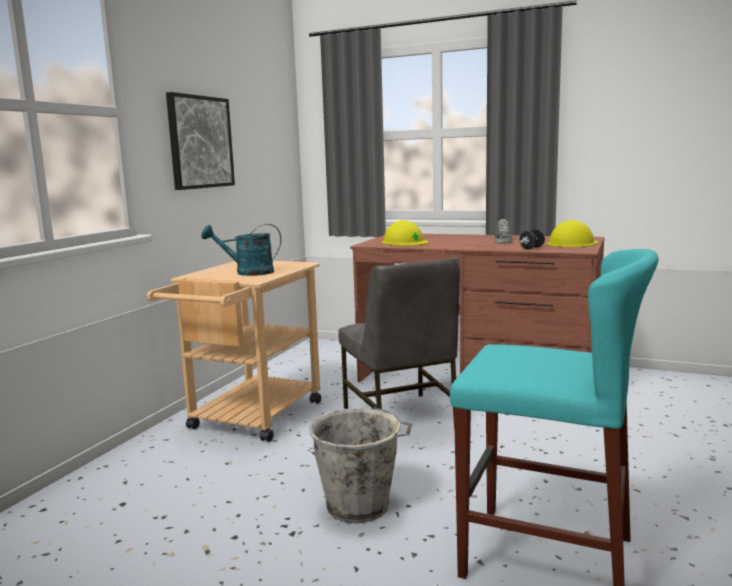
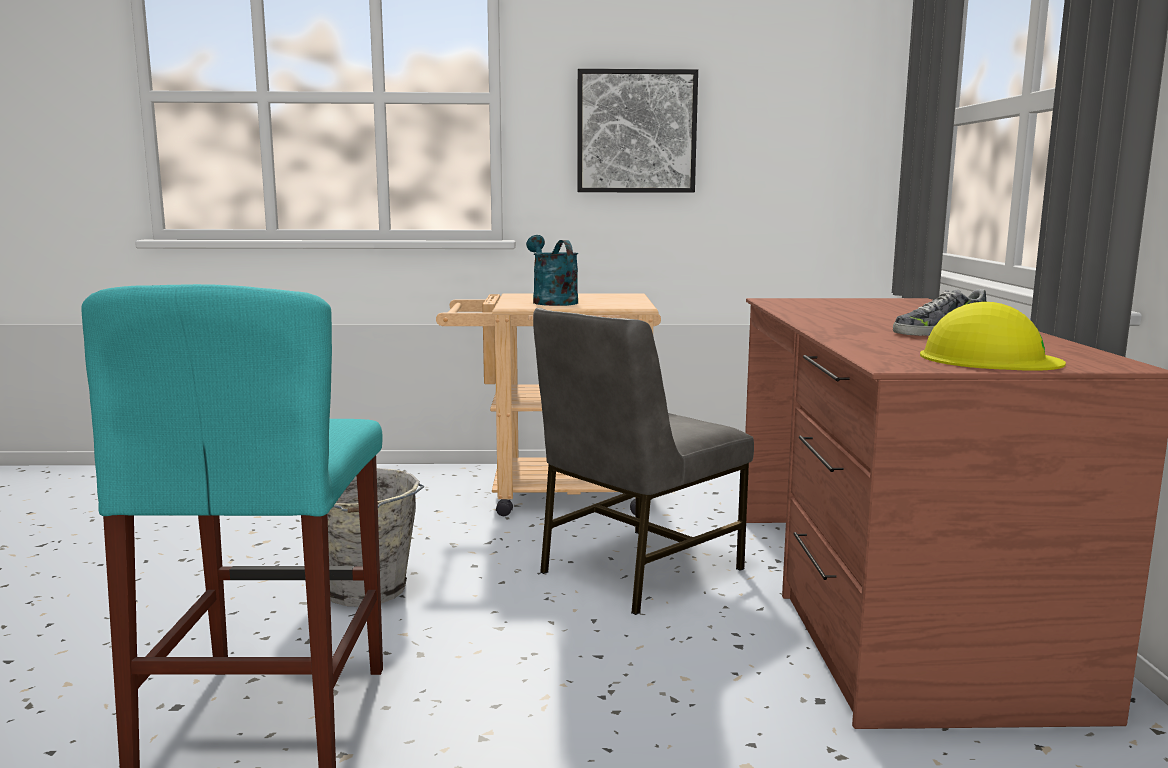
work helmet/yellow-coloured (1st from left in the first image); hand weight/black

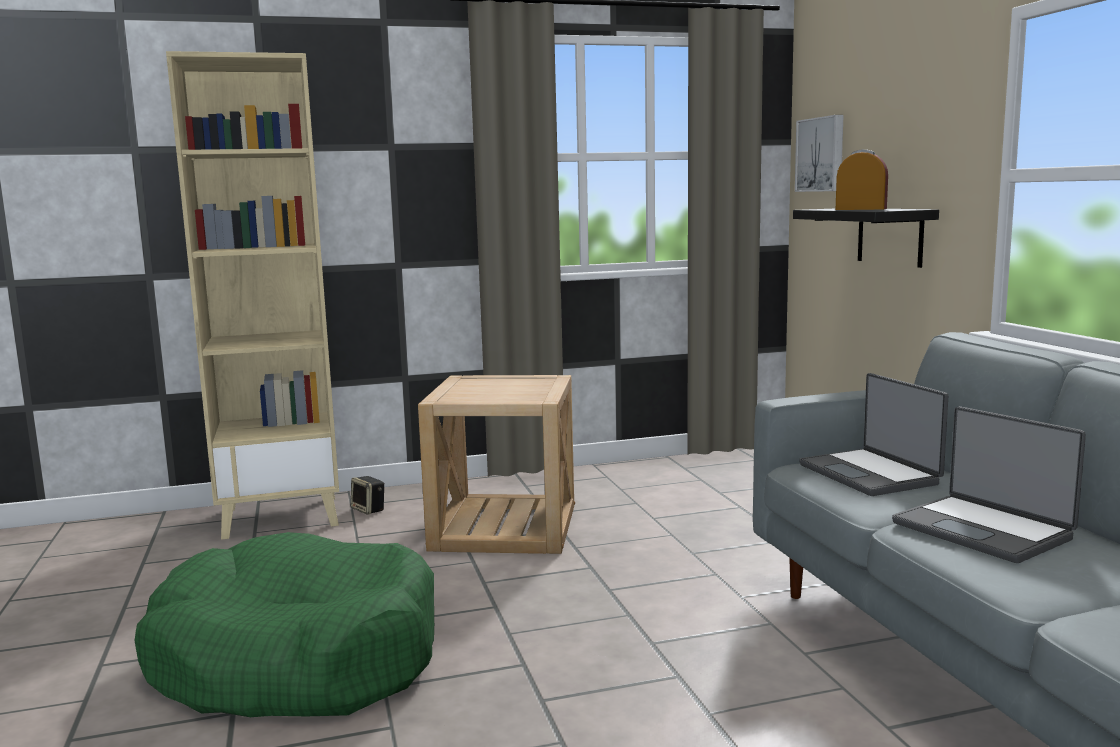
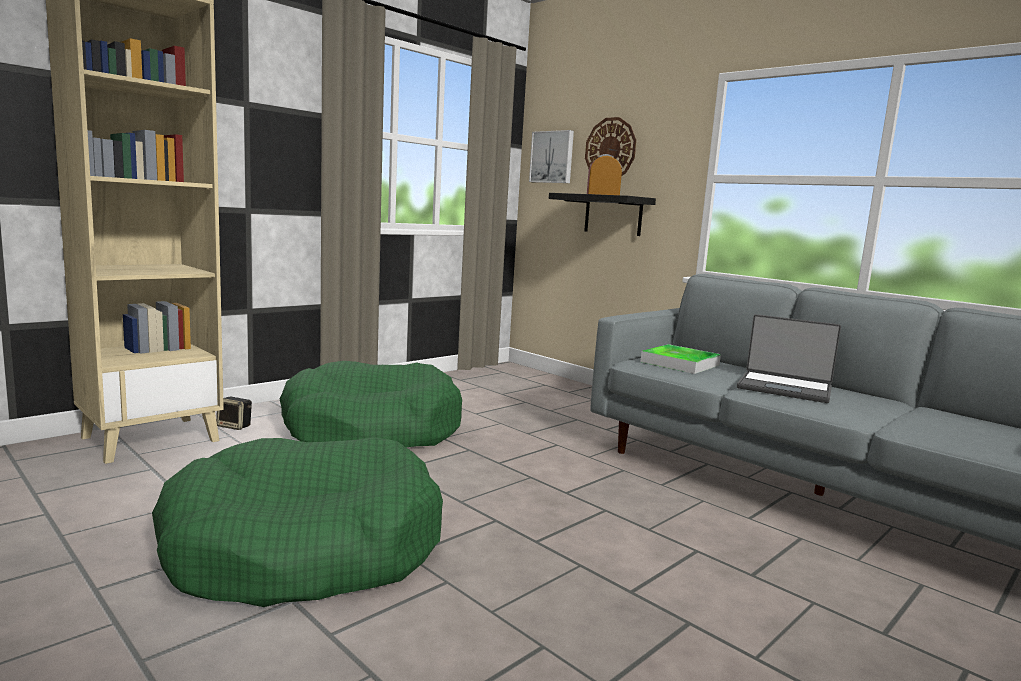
pet bed/green-coloured (2nd from left); clock on the wall; tray

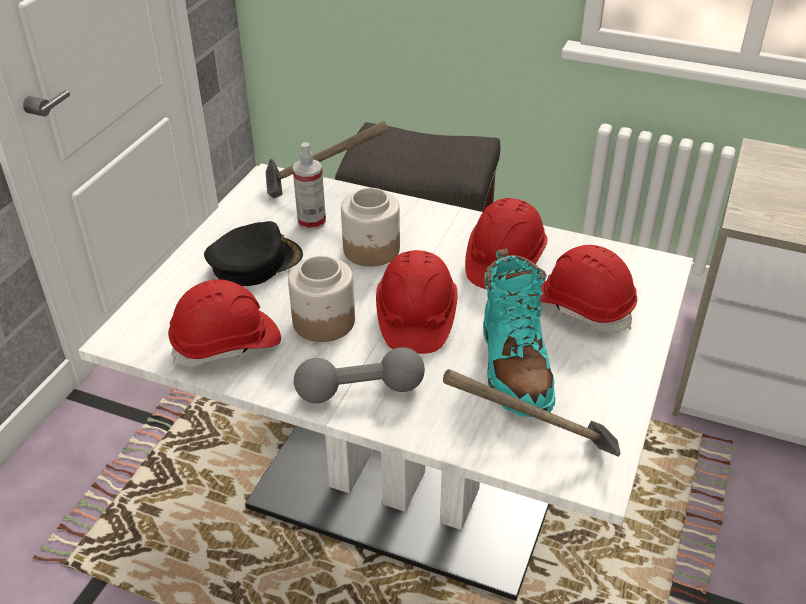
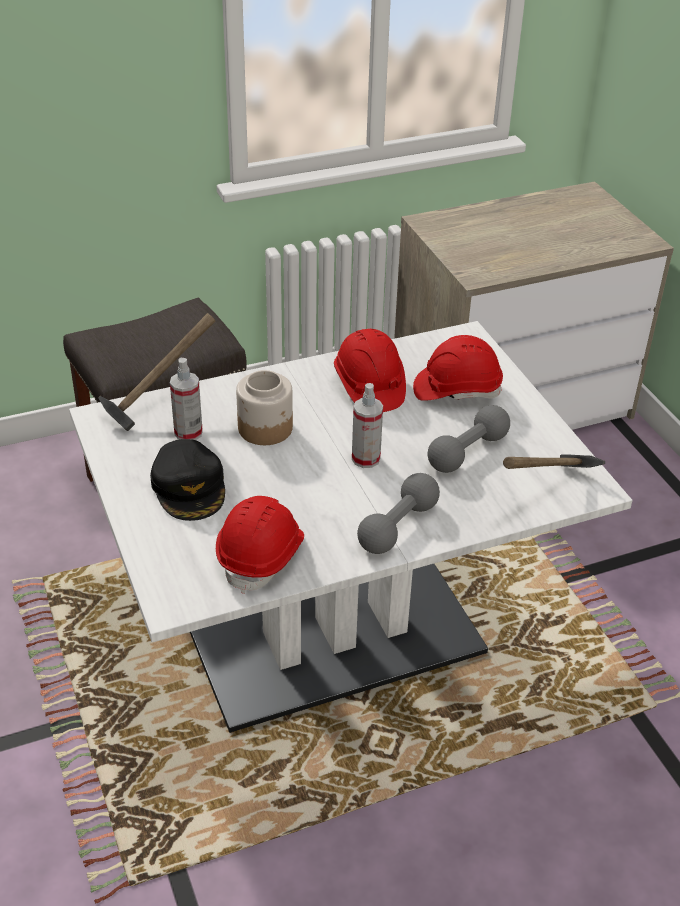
peaked cap/black; spray bottle (2nd from left); hand weight/gray (2nd from left); preserve jar (1st from left in the first image)

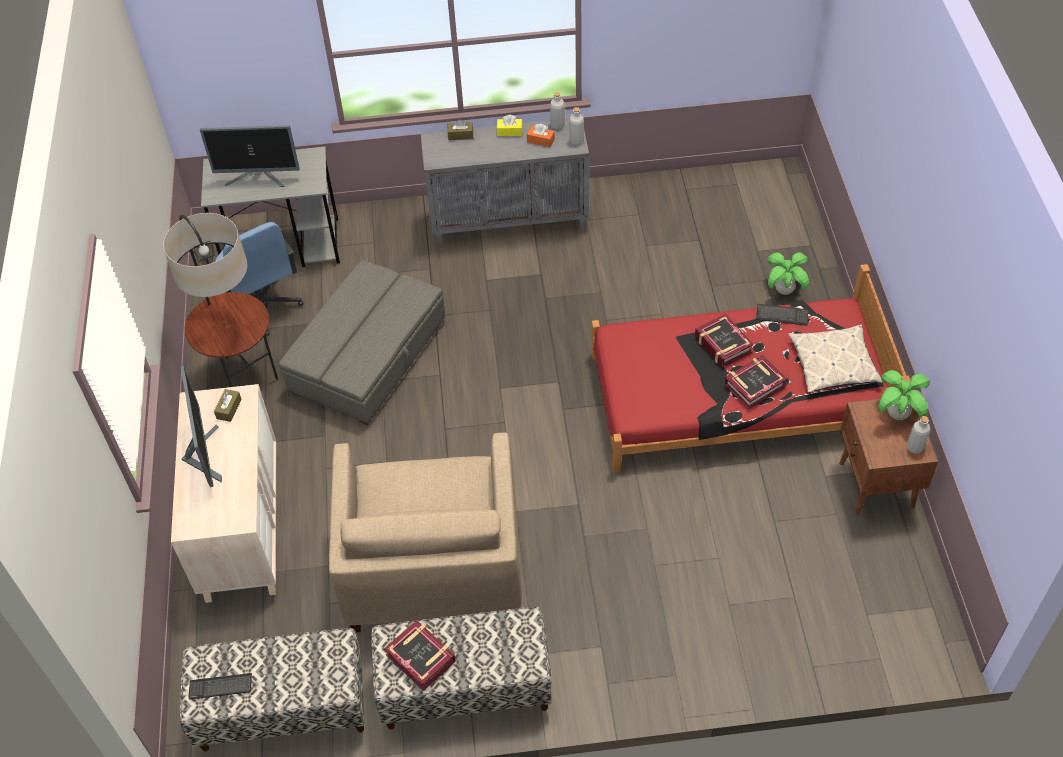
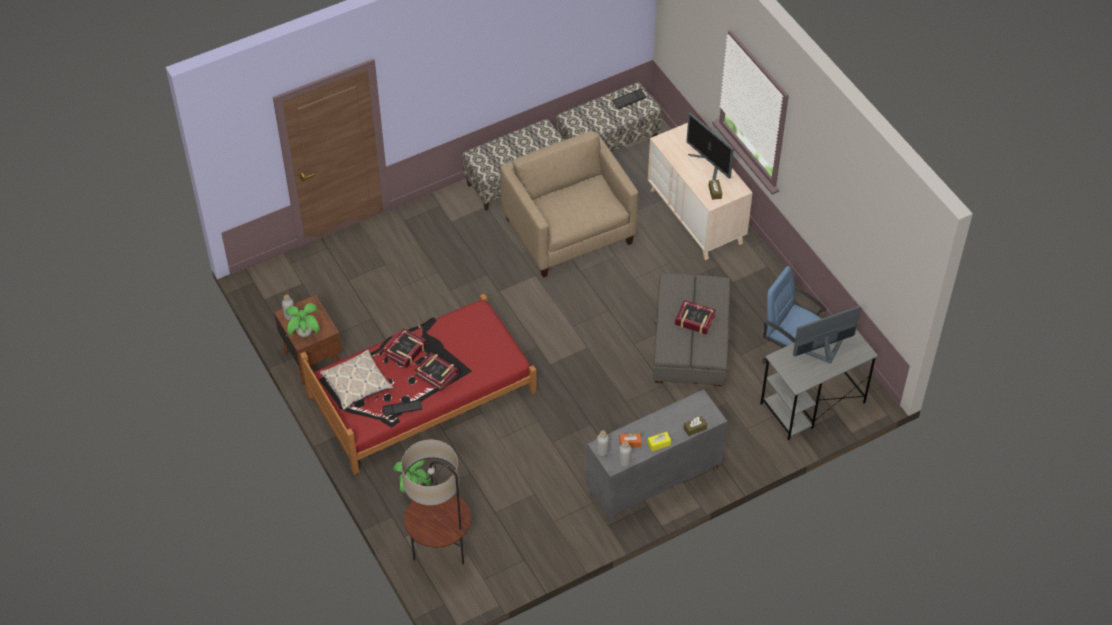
standard lamp; volume (3rd from left)

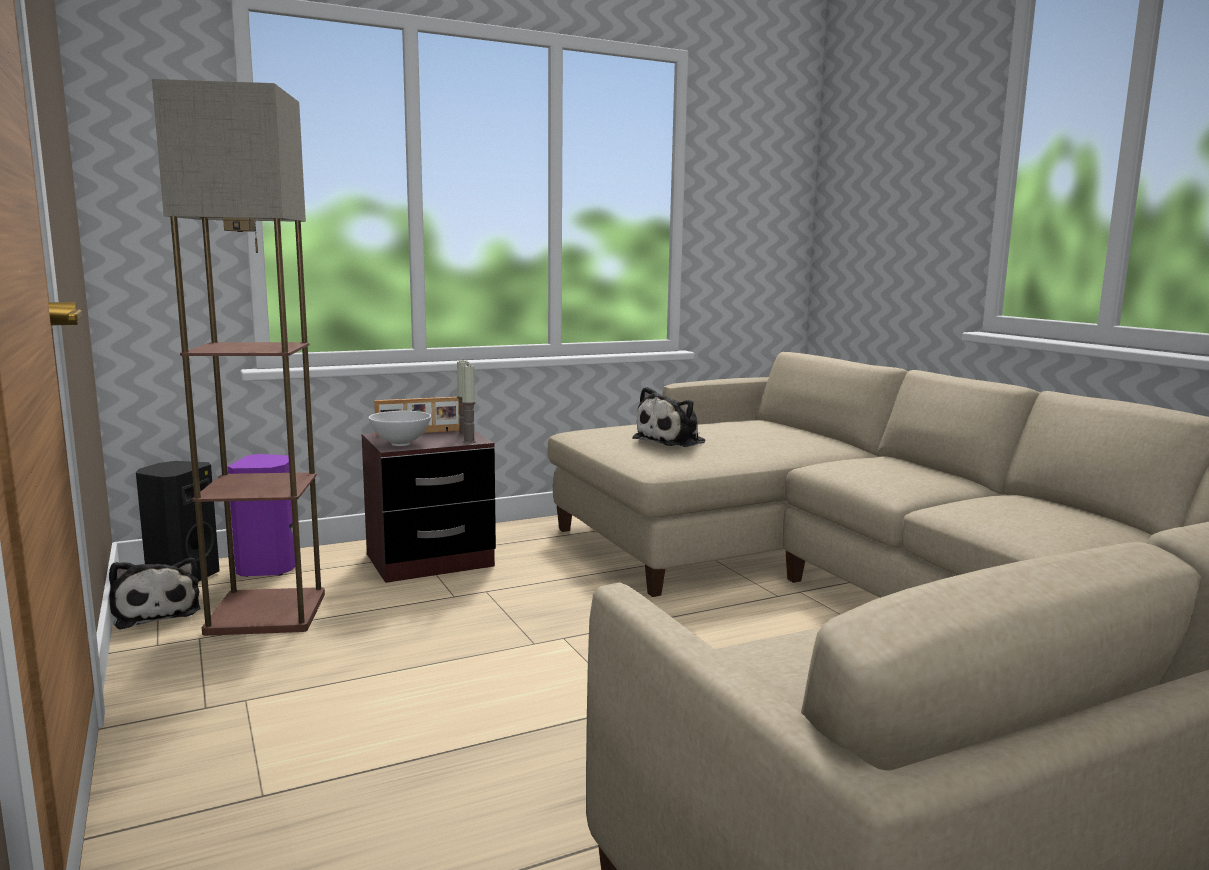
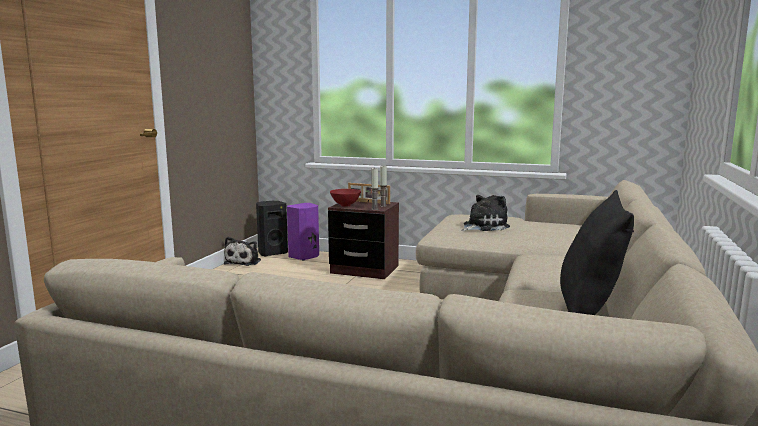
deep dish/red; soft toy (2nd from left); throw pillow/black; standard lamp

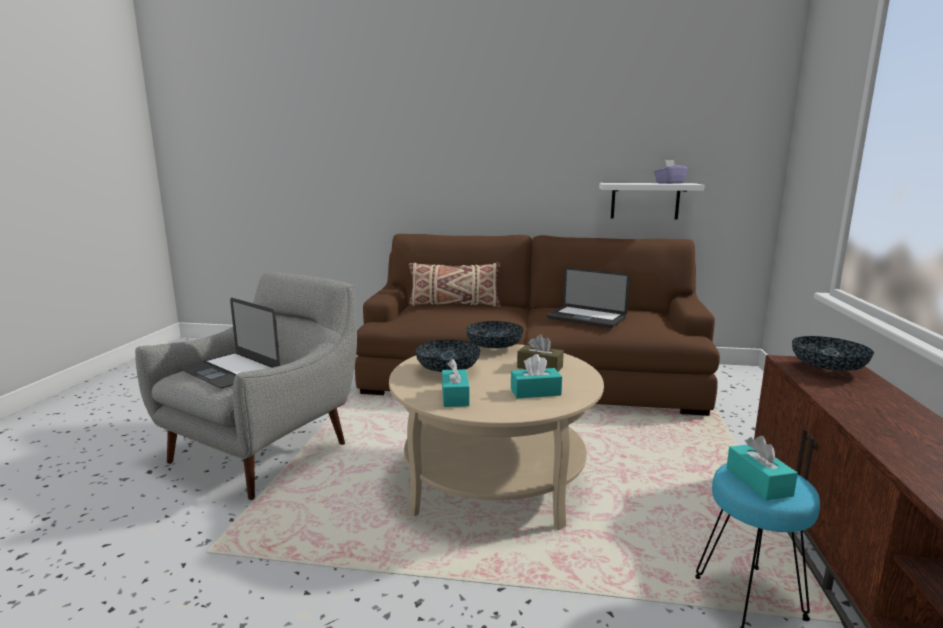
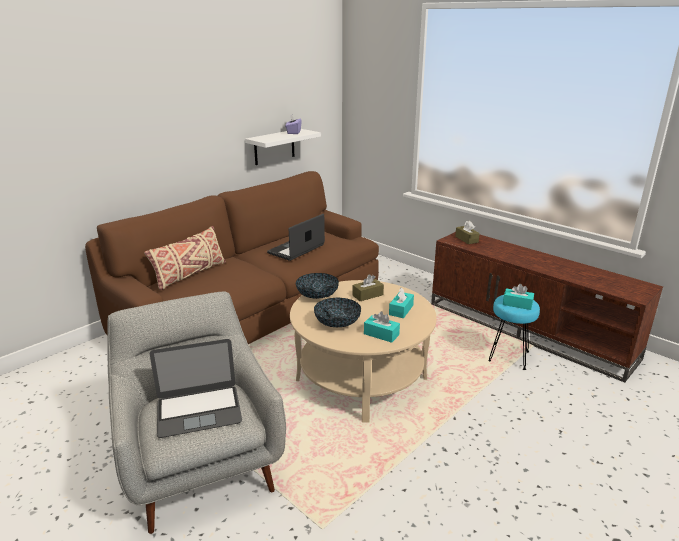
laptop (2nd from left); tissue holder/brownish (2nd from left)

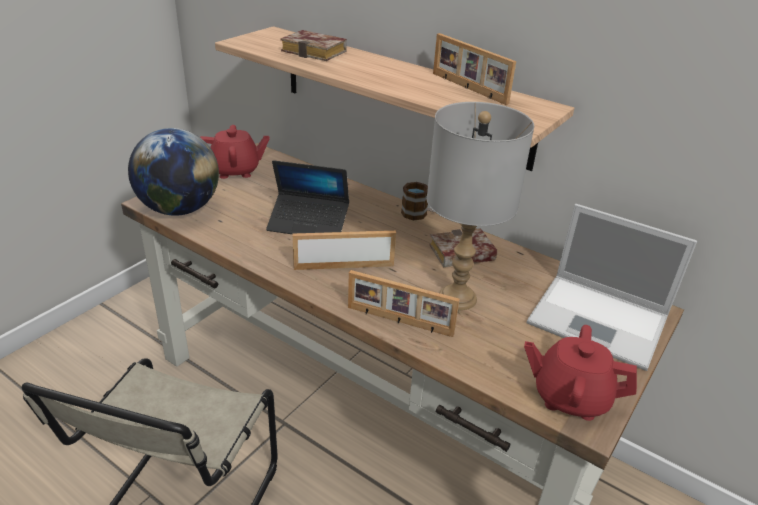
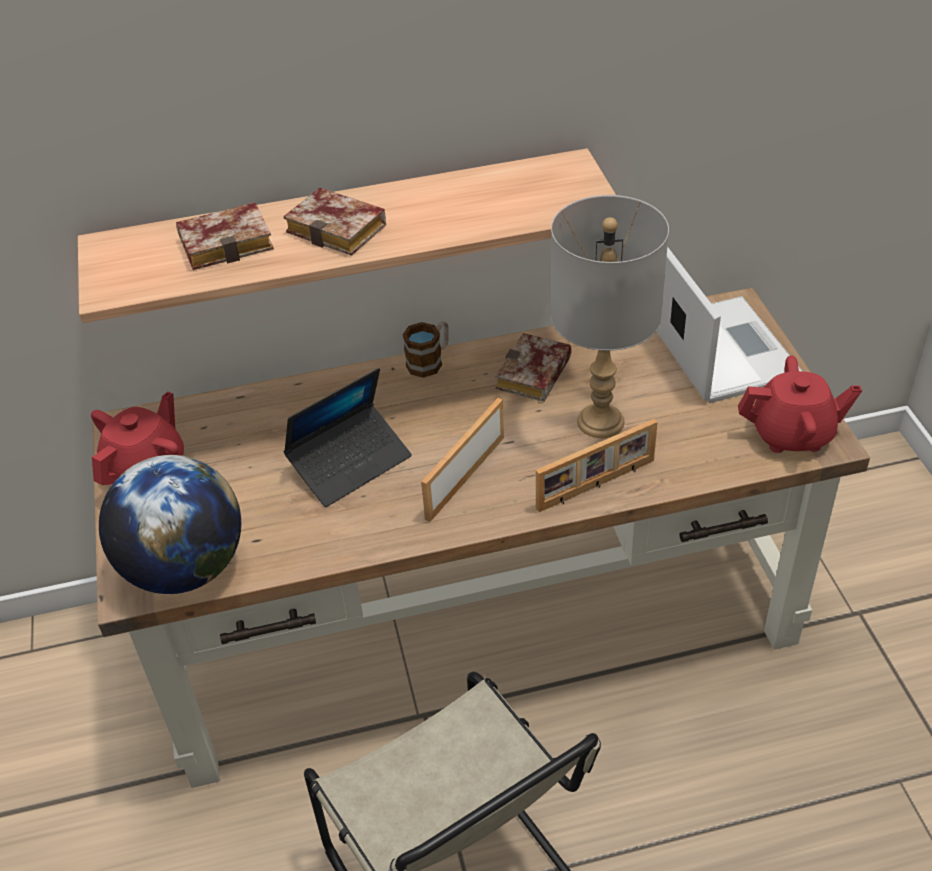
volume (2nd from left); laptop (2nd from left); teapot/red (2nd from left); standing frame (3rd from left in the first image)

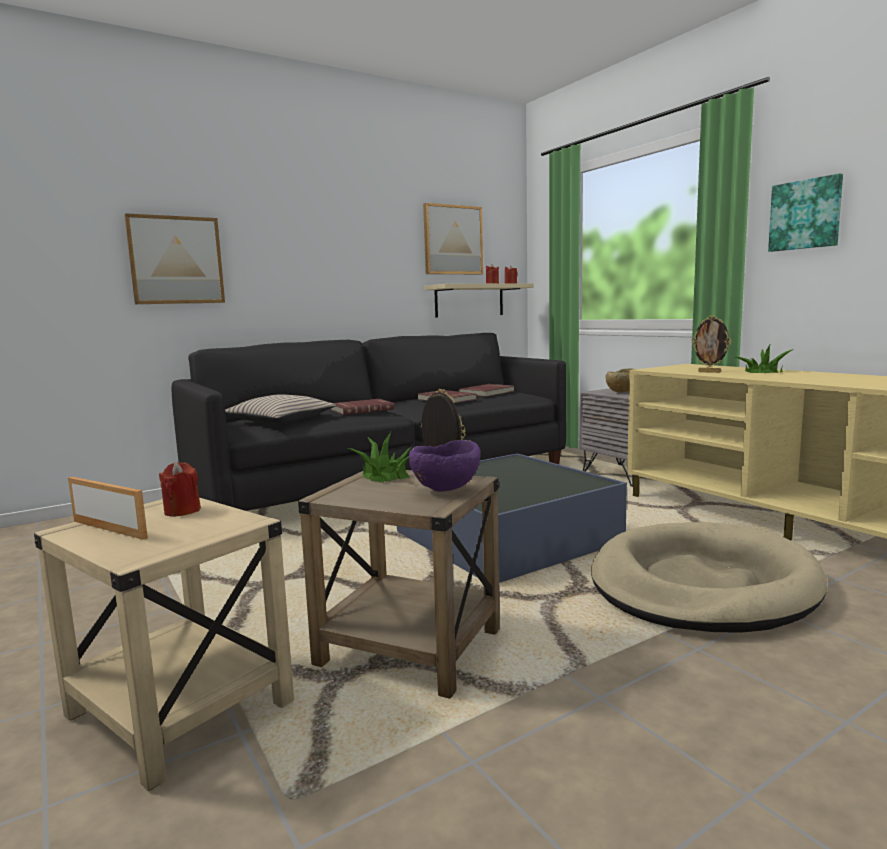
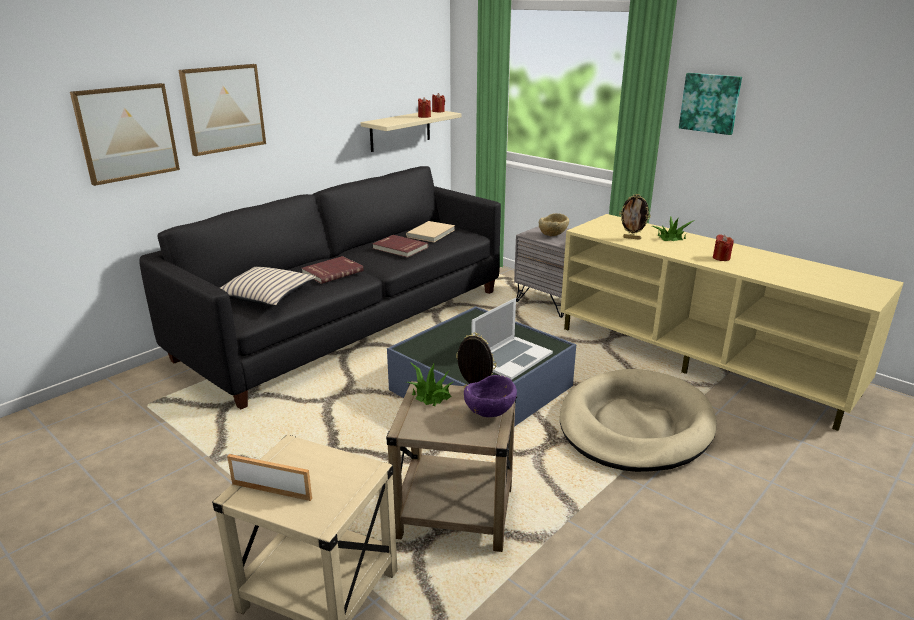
wall picture (2nd from left); volume/sand-coloured; laptop; candle/red (3rd from left)

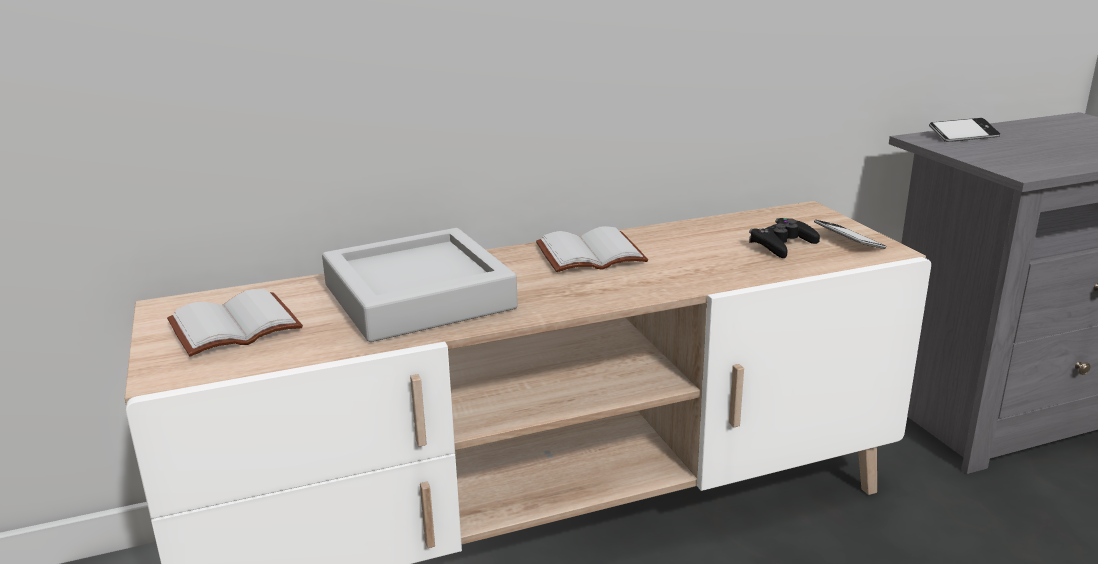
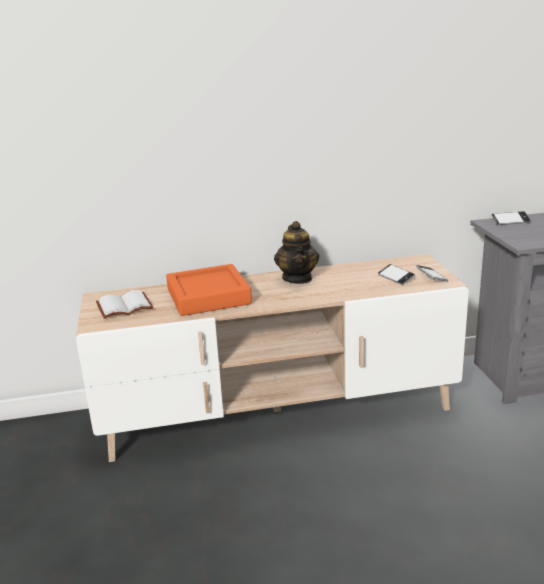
tray/orangey; teapot; telephone (1st from left)

